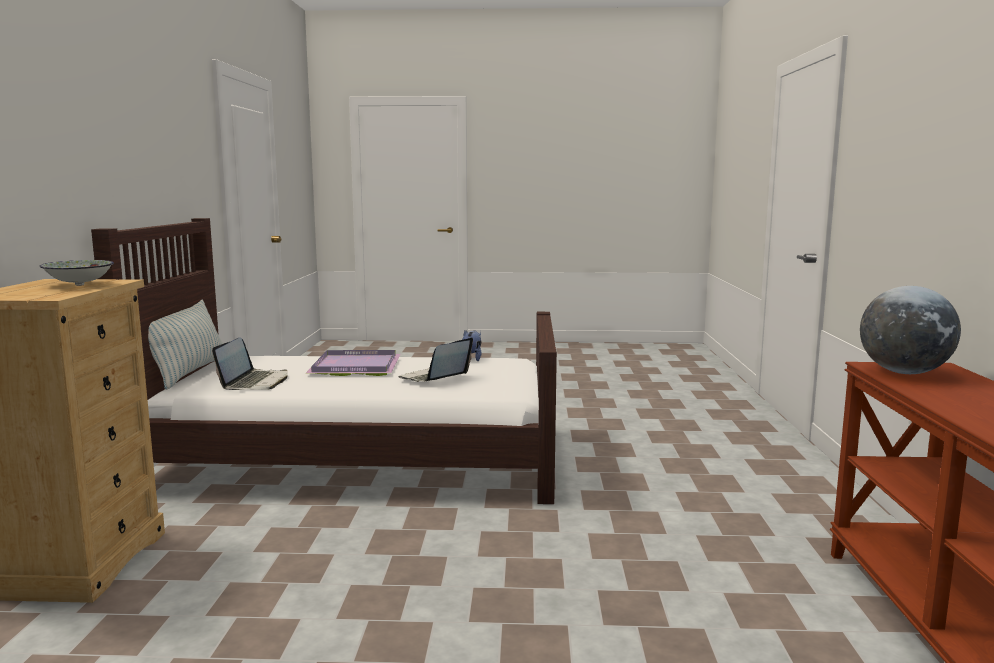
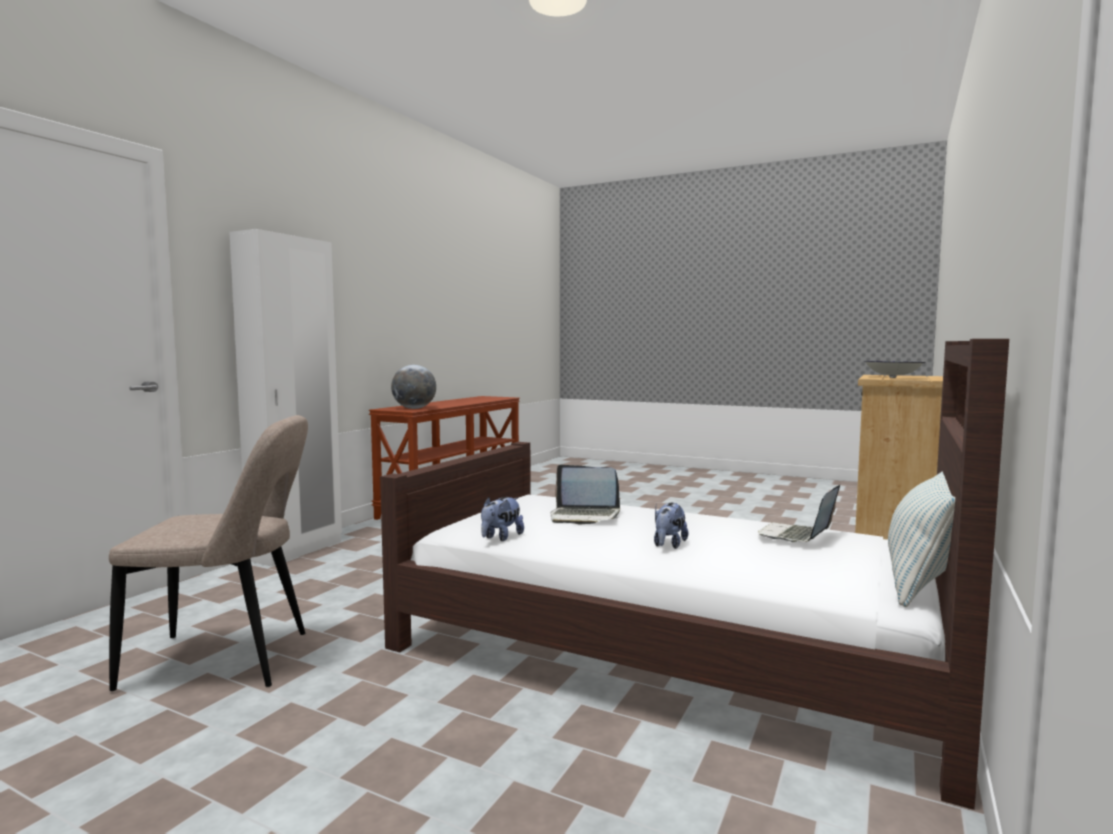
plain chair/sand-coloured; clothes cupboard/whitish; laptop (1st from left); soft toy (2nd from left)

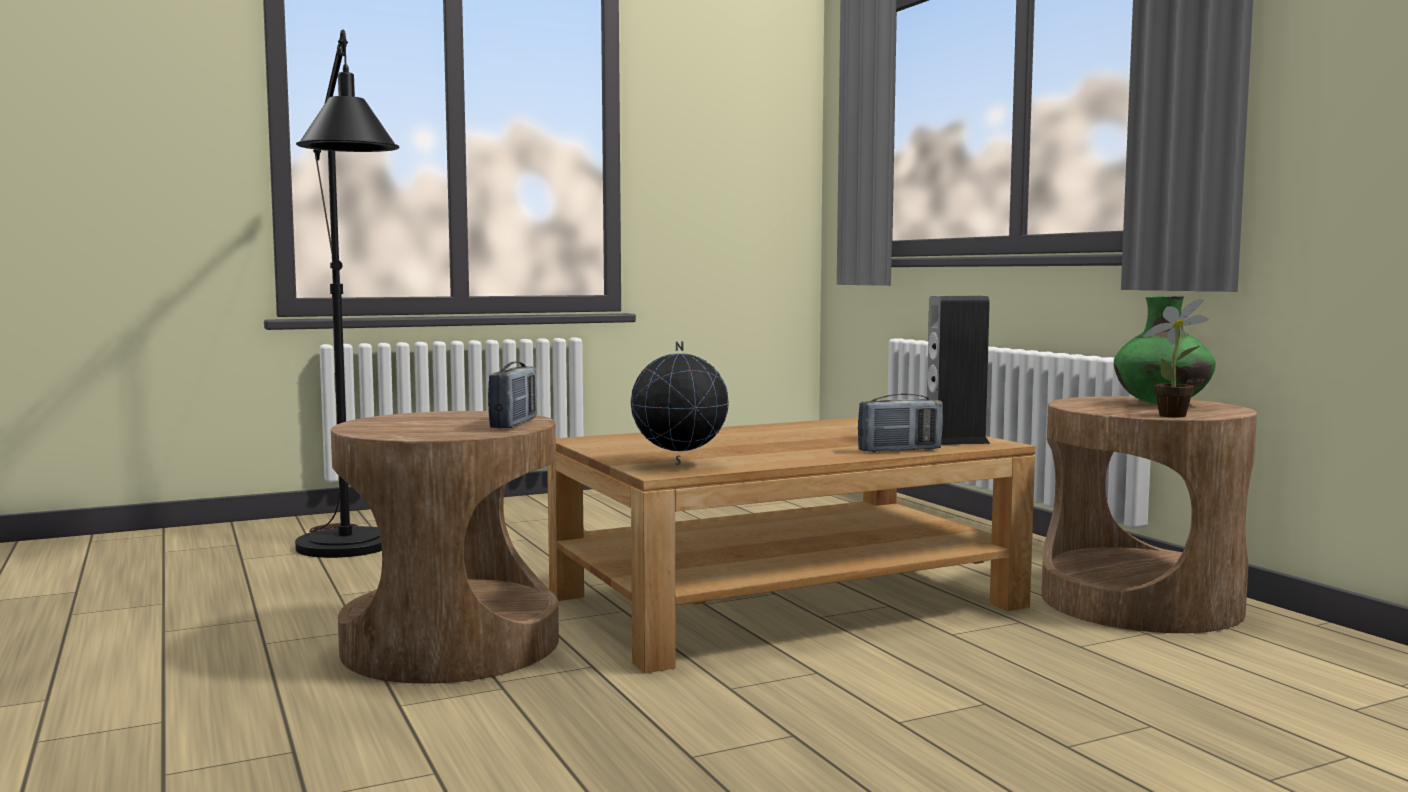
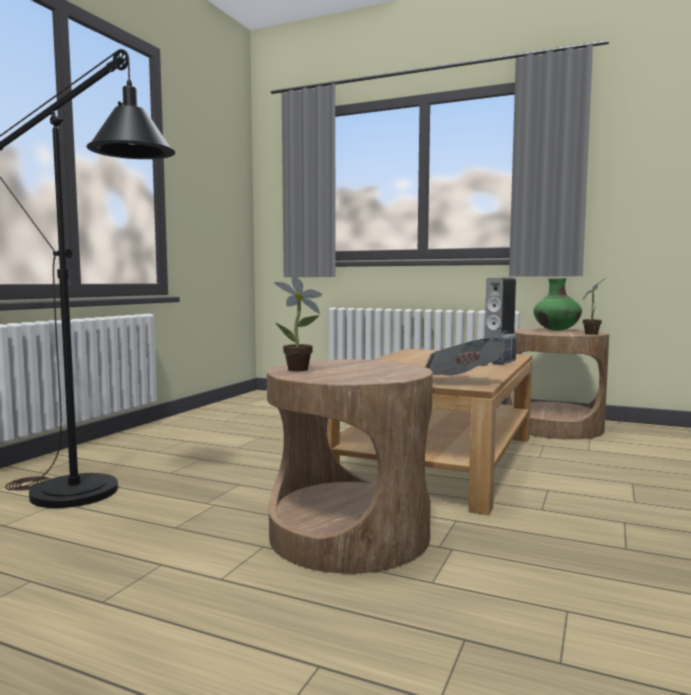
potted plant (1st from left); printed paper; radio set (1st from left in the first image)

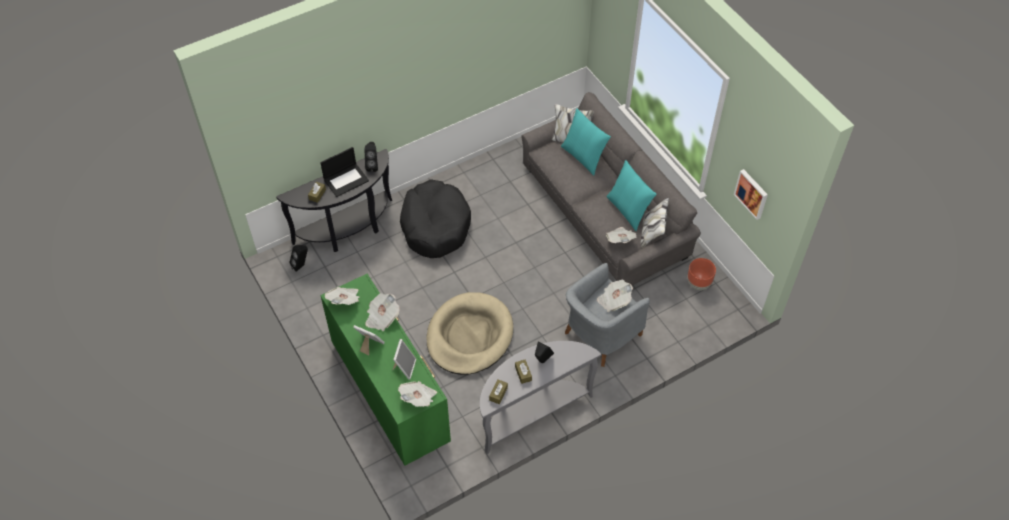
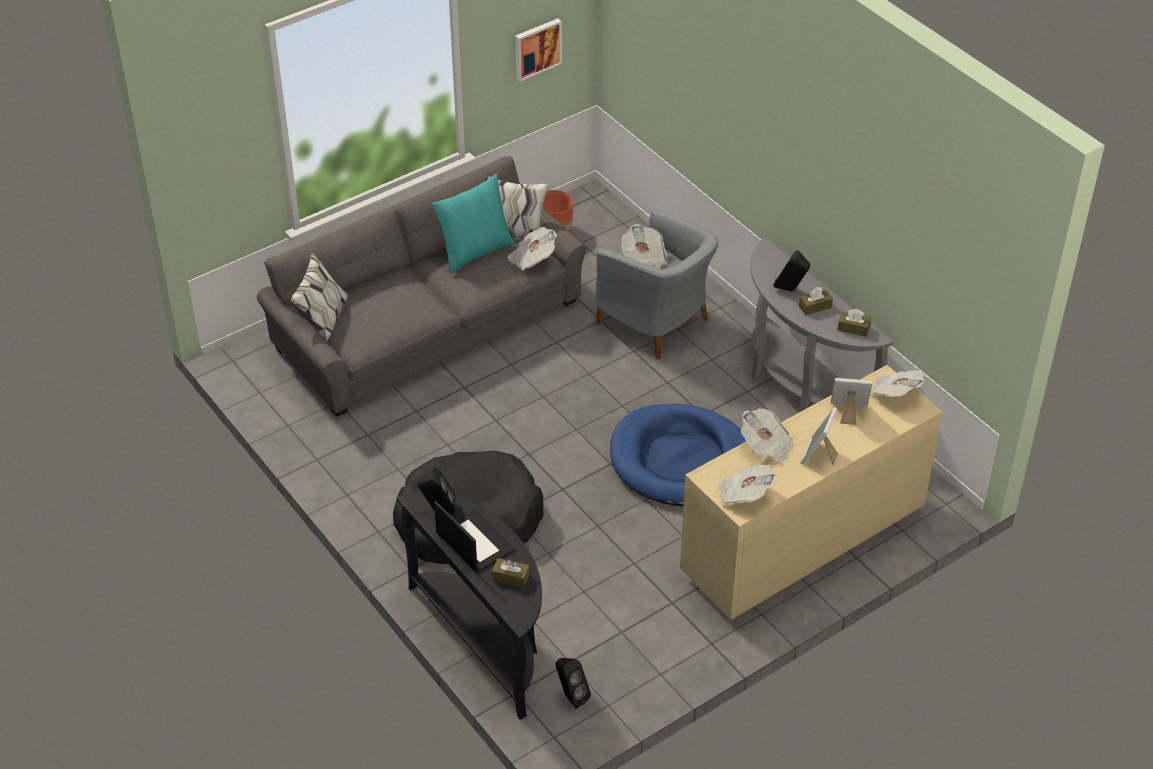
pet bed/bluish; drawer chest/sand-coloured; throw pillow/turquoise (1st from left in the first image)

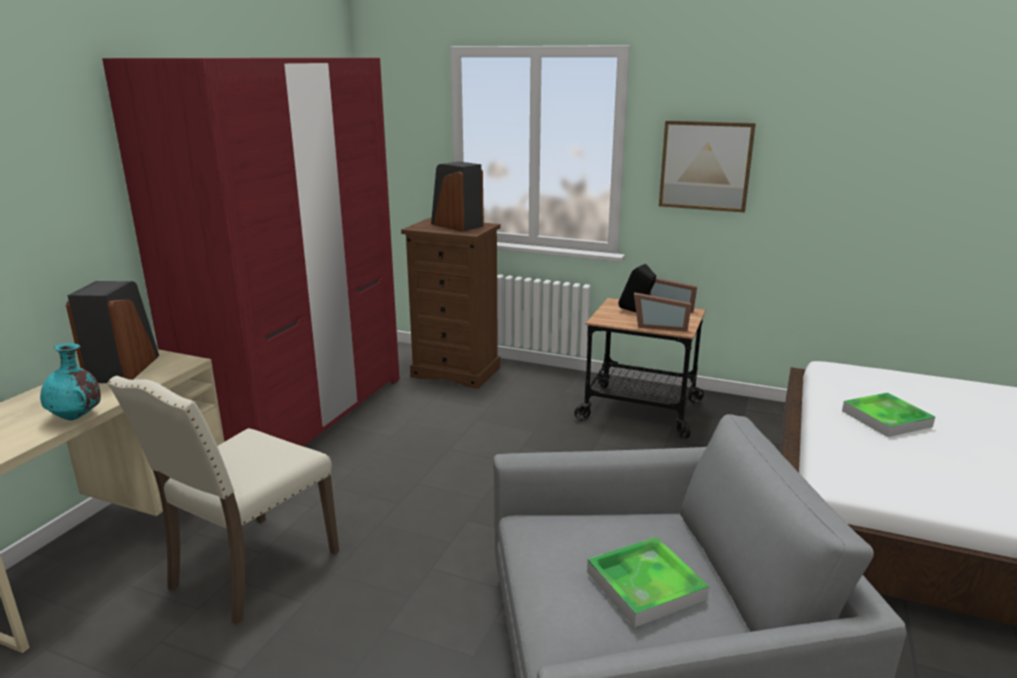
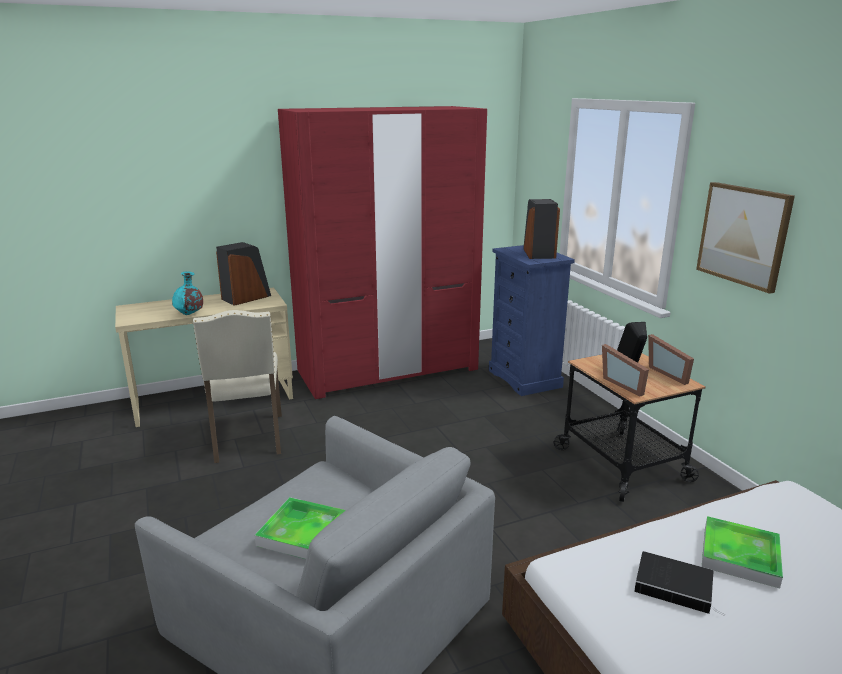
plain chair/sand-coloured; drawer chest/bluish; volume

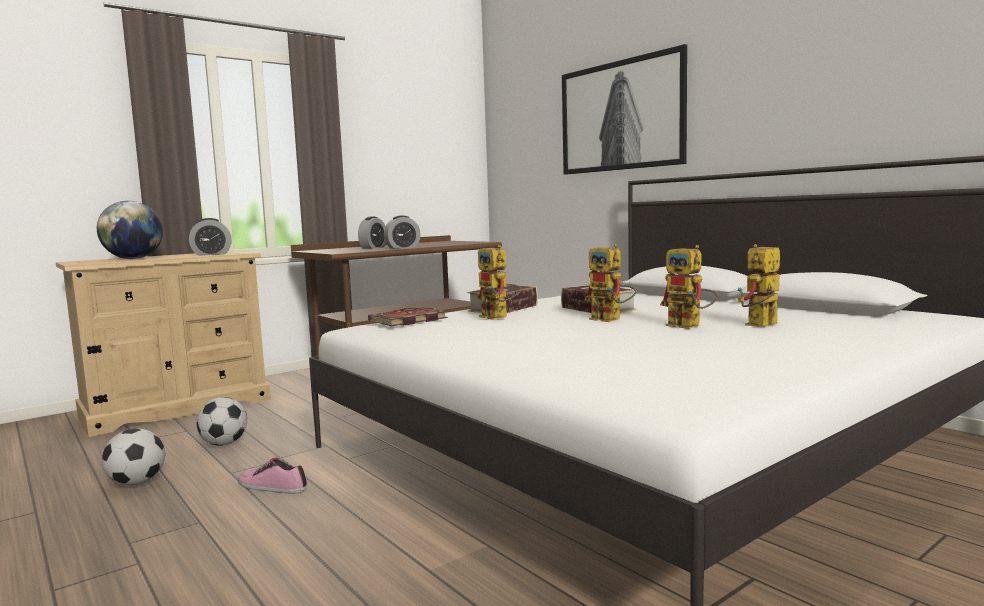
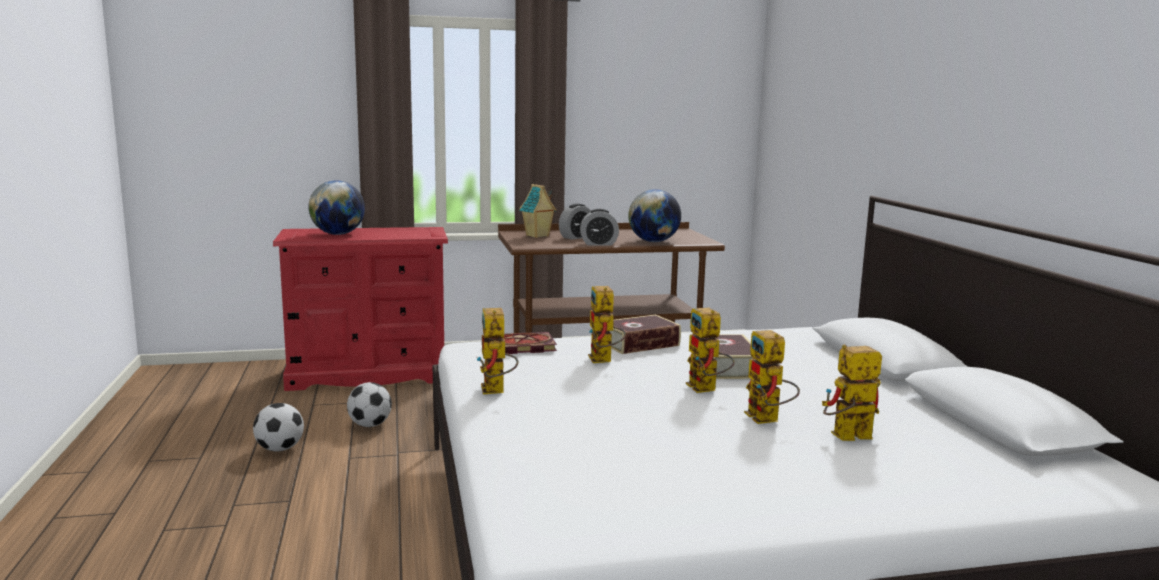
drawer chest/red; robot figure (1st from left); toy house; world globe (2nd from left); table clock (1st from left in the first image); item of footwear; wall picture

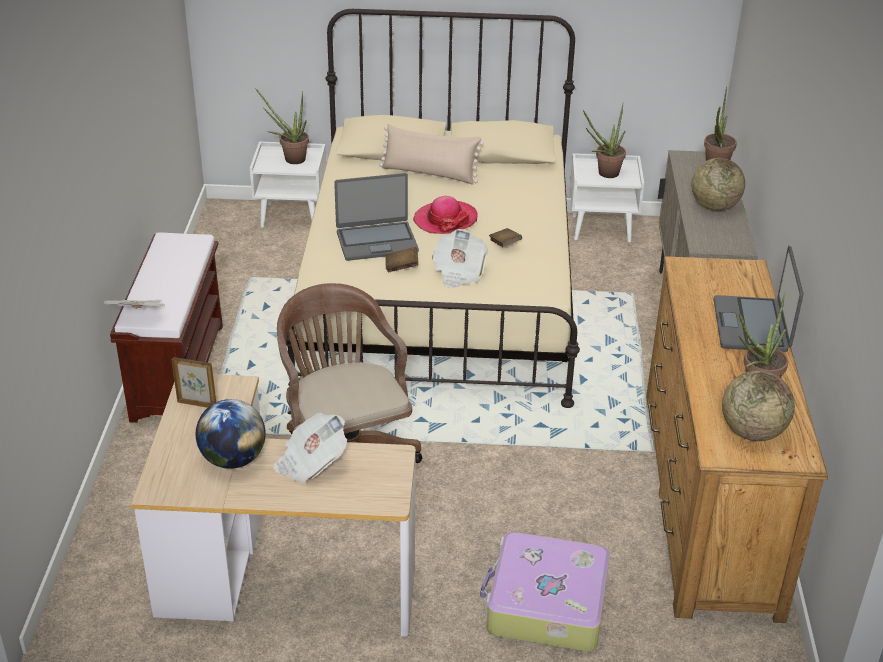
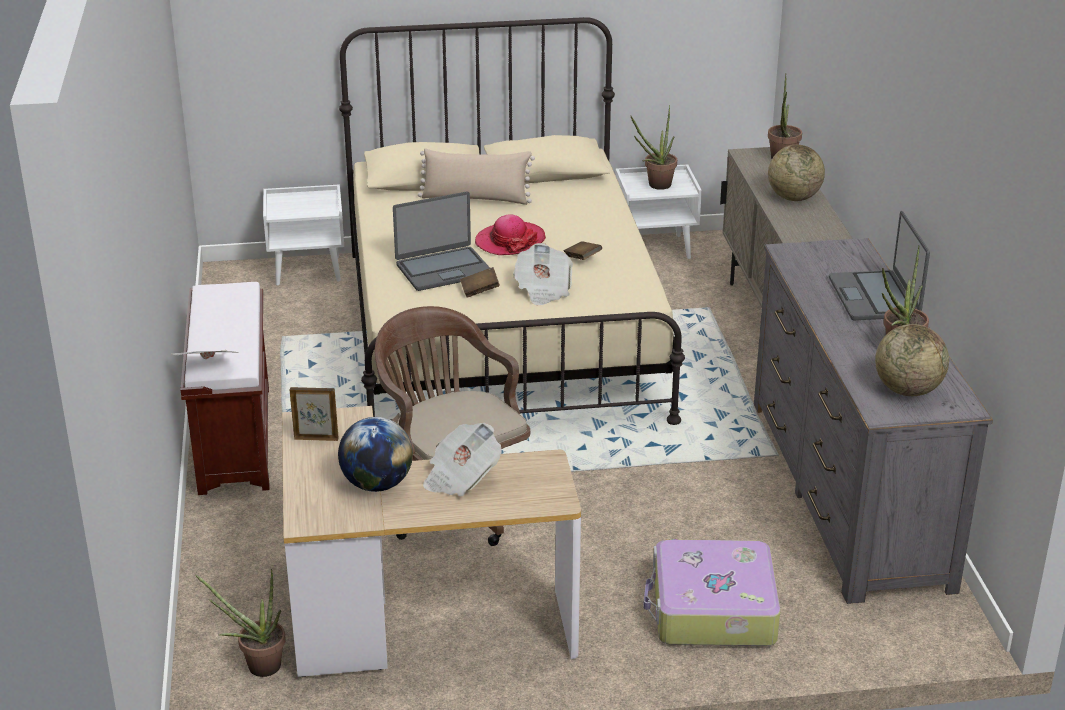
potted plant (1st from left); drawer chest/gray

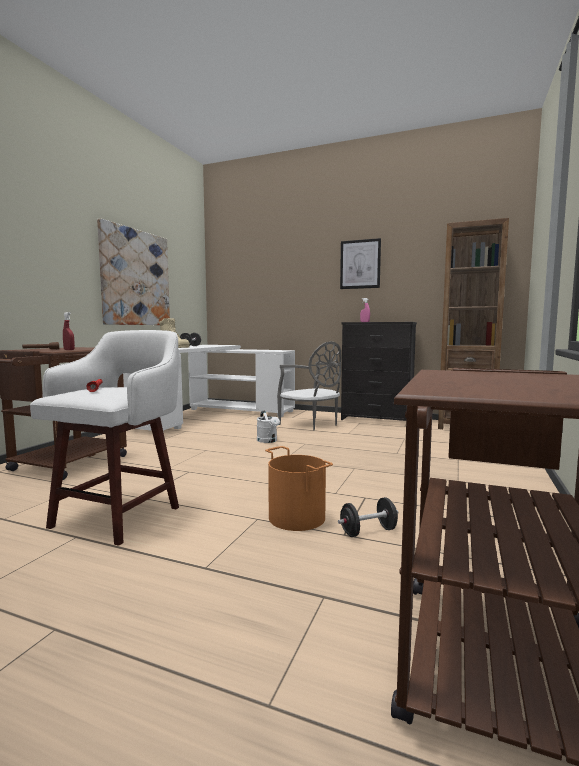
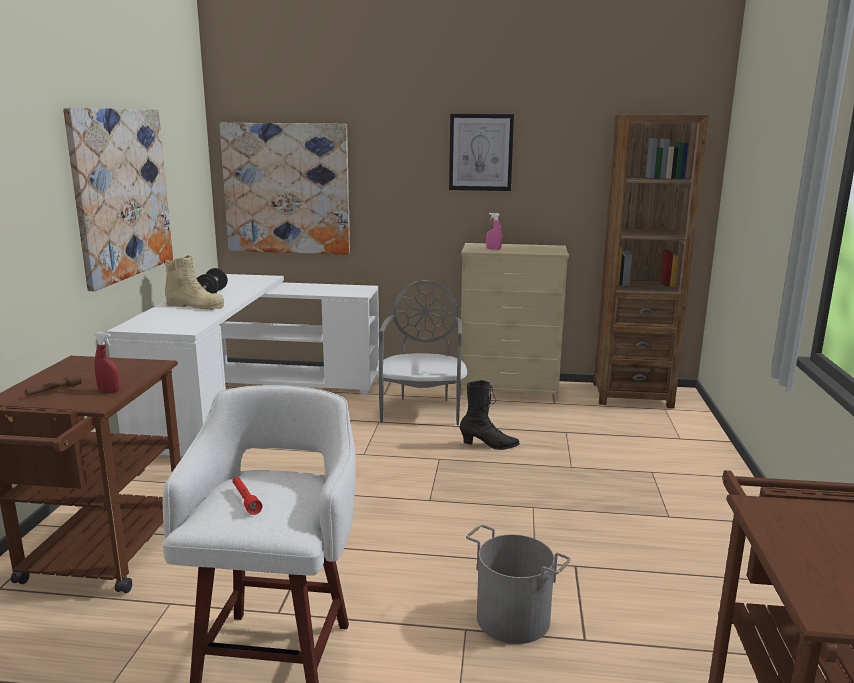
wall picture (2nd from left); plain chair/gray; drawer chest/sand-coloured; high-top boot/black; pail/gray; sprinkling can/whitish; hand weight/black (2nd from left in the first image)

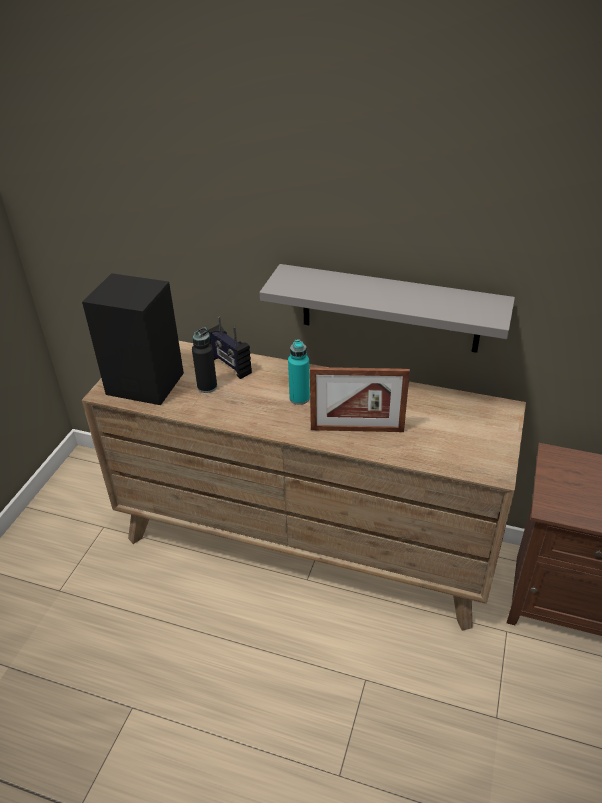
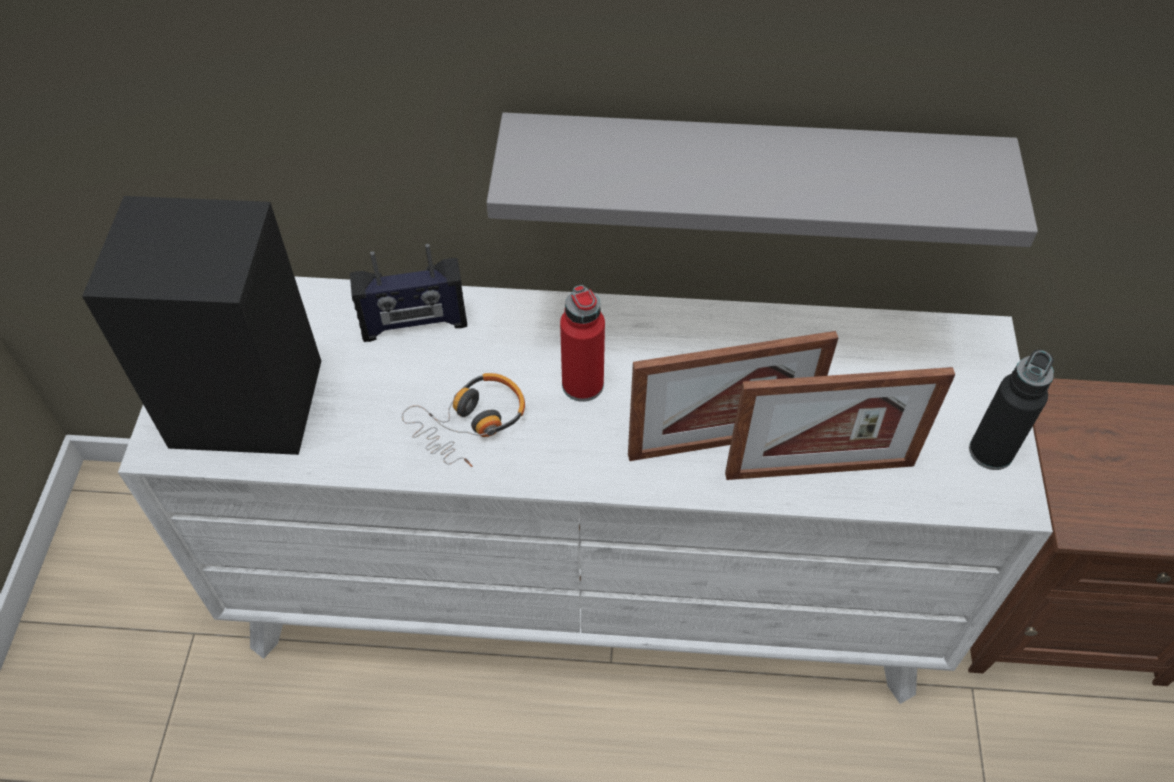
drawer chest/whitish; radio set; pair of headphones; beverage bottle/red; standing frame (2nd from left); beverage bottle/black

